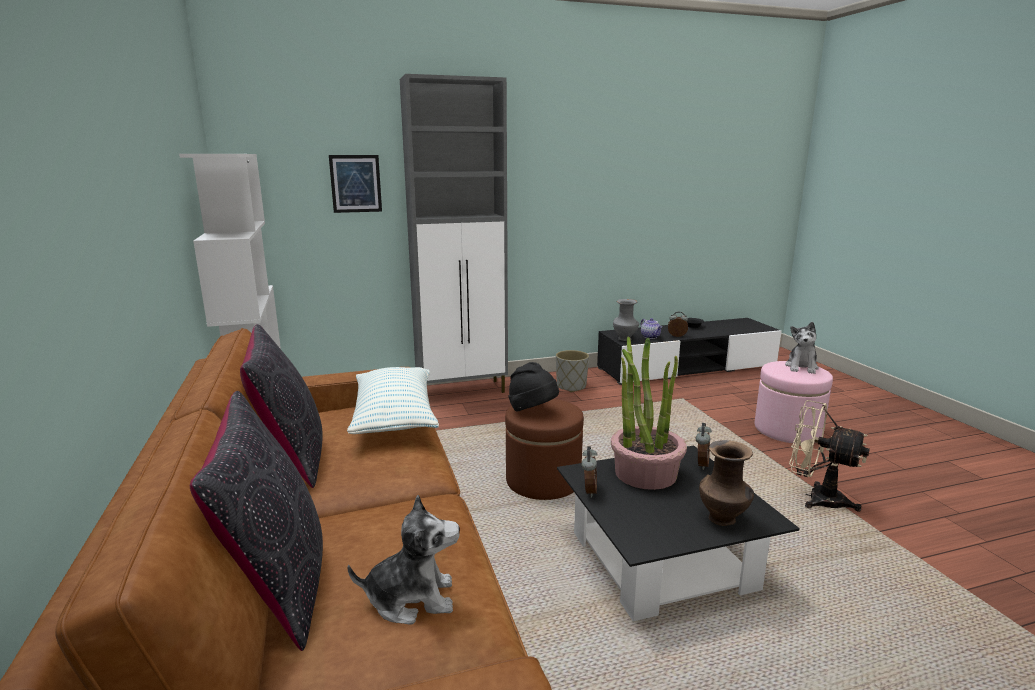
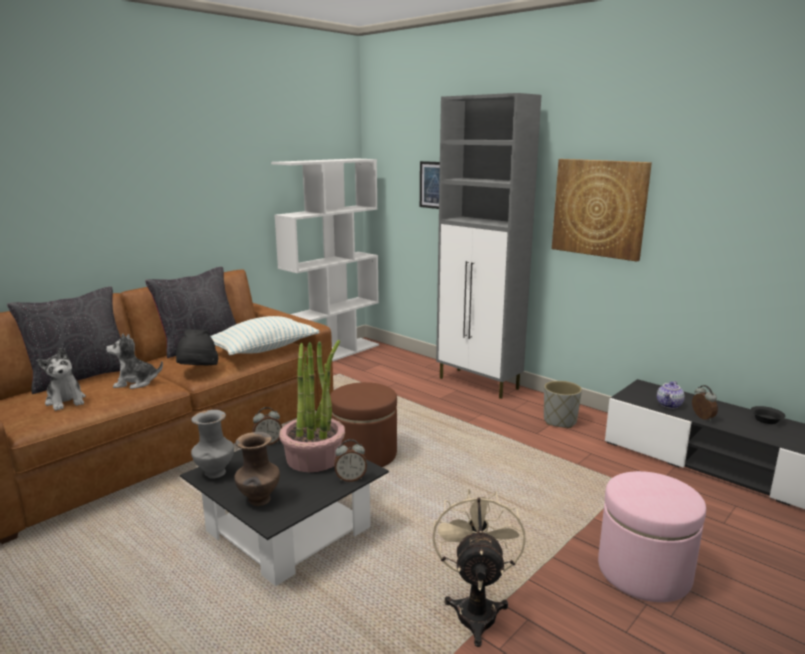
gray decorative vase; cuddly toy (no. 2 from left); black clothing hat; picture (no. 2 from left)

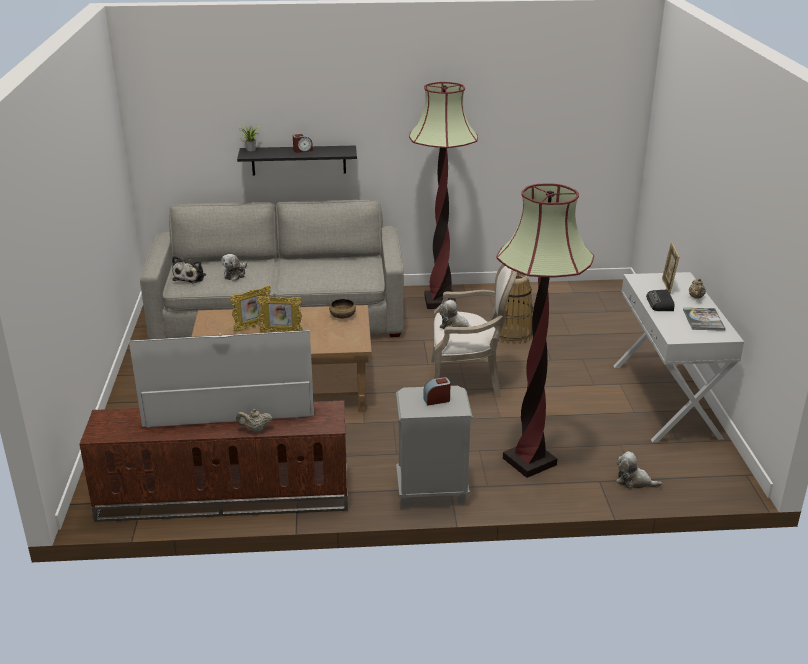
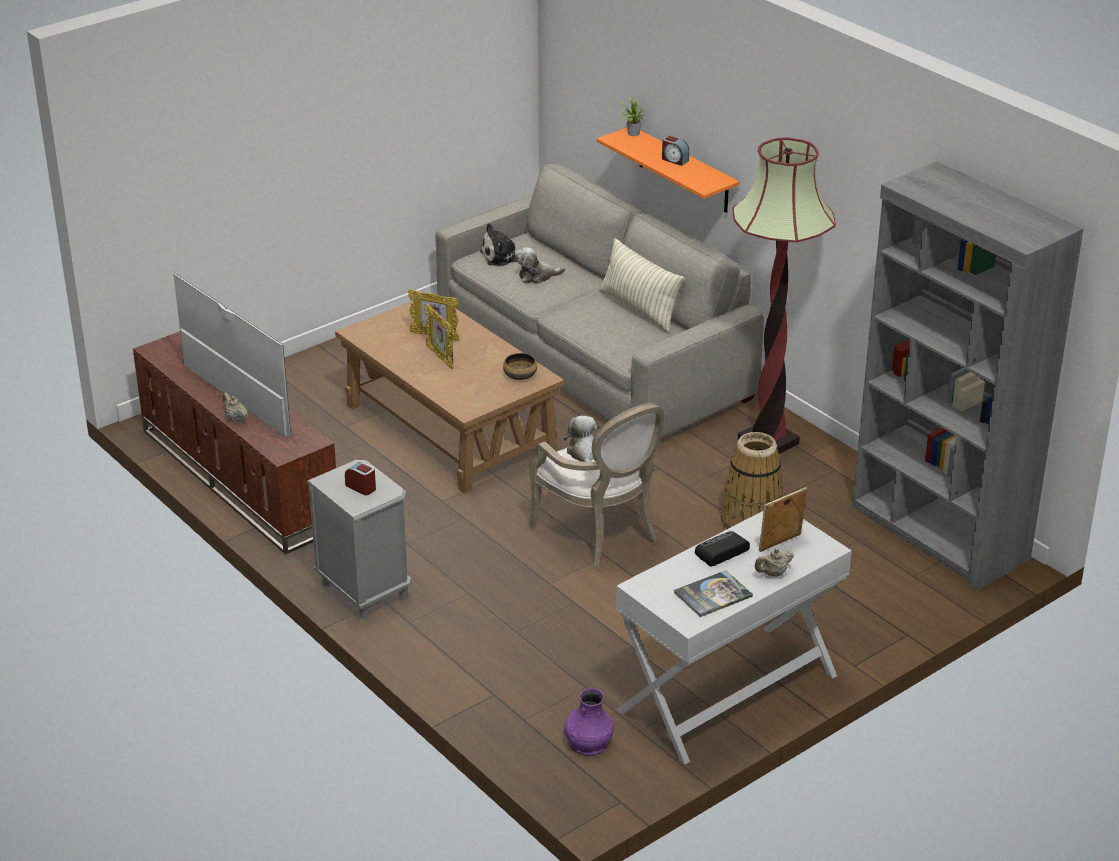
orange shelf; standard lamp (no. 2 from left in the first image); cuddly toy (no. 4 from left in the first image); gray bookshelf; pillow; purple-coloured decorative vase

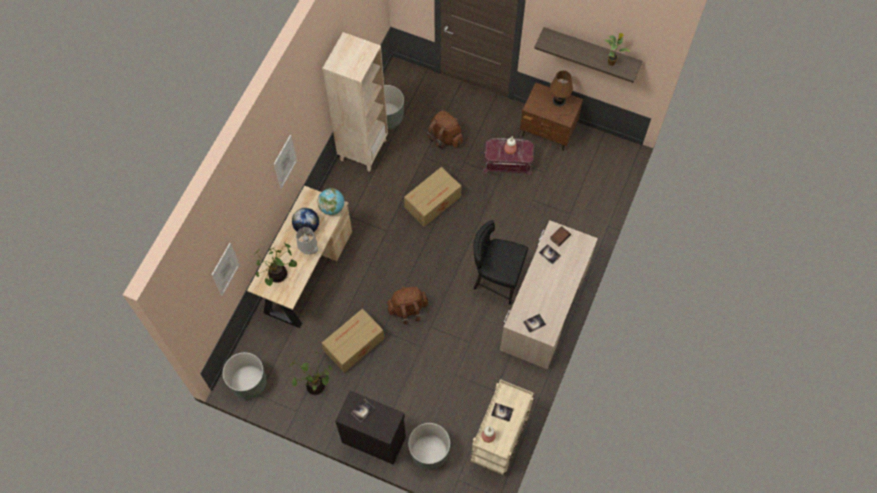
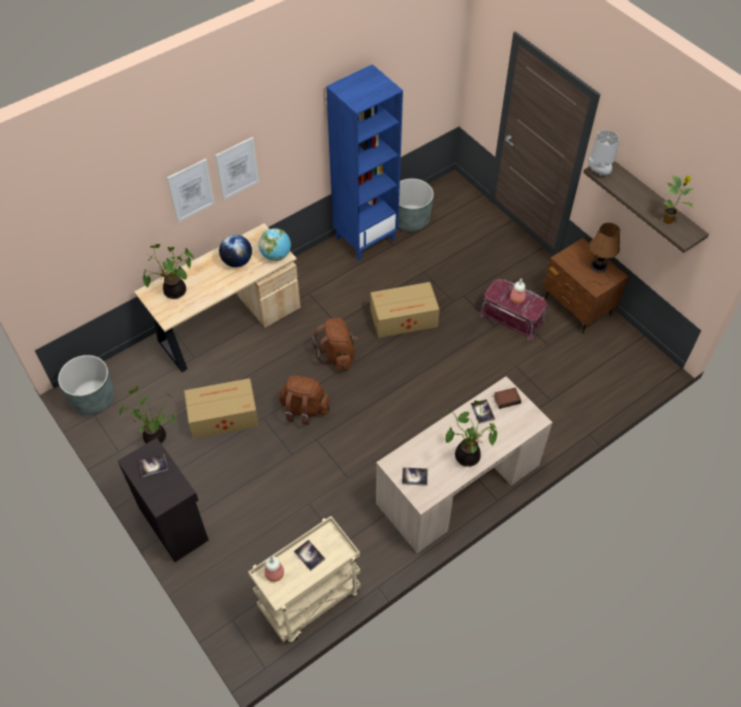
bluish bookshelf; brown knapsack (no. 2 from left); black chair; gray table lamp; picture (no. 1 from left); gray planter (no. 3 from left in the first image); houseplant (no. 3 from left)

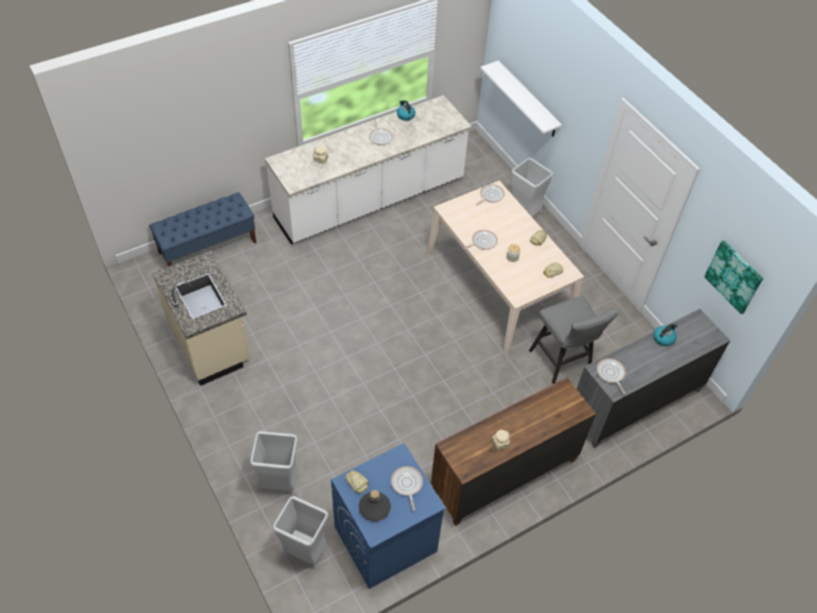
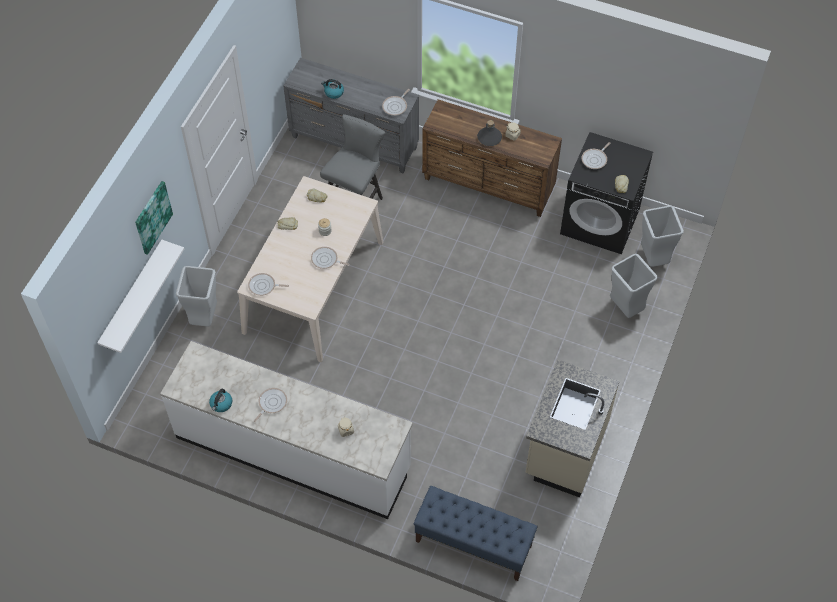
picture; black laundry appliance; gray drink bottle

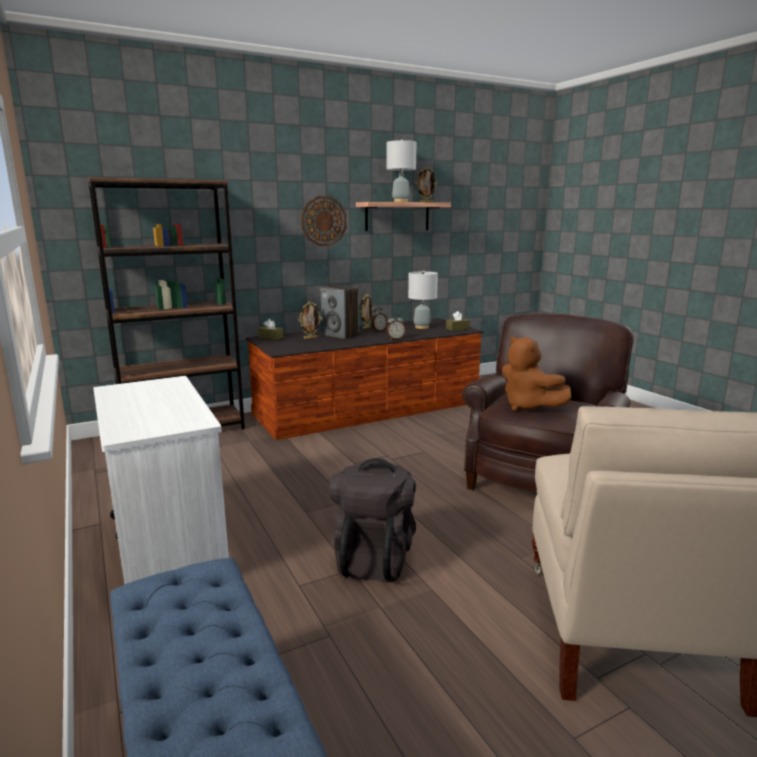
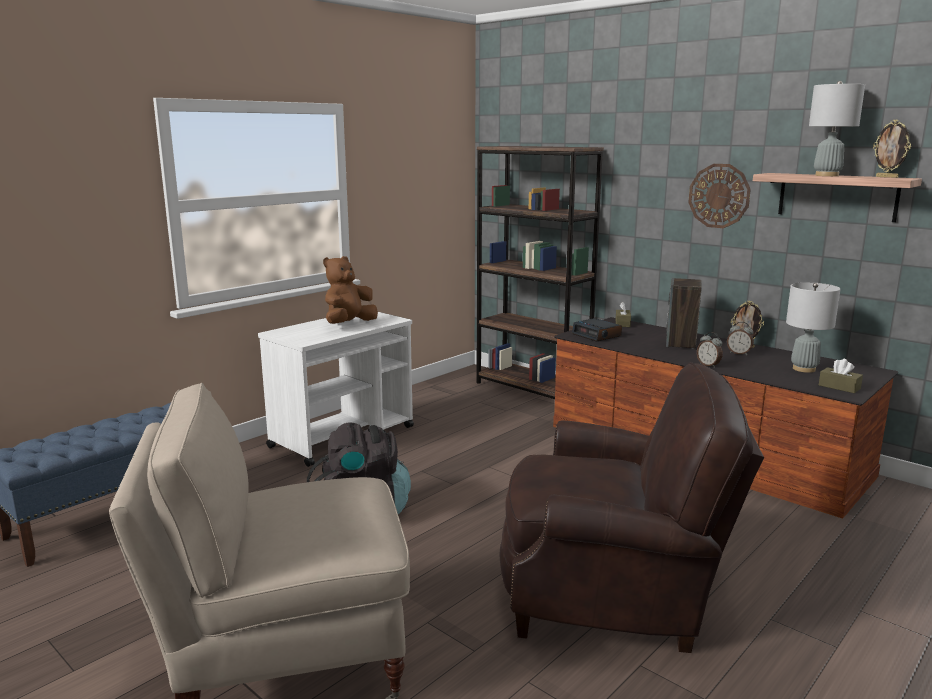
picture frame (no. 1 from left in the first image); brown cuddly toy; table clock (no. 1 from left)

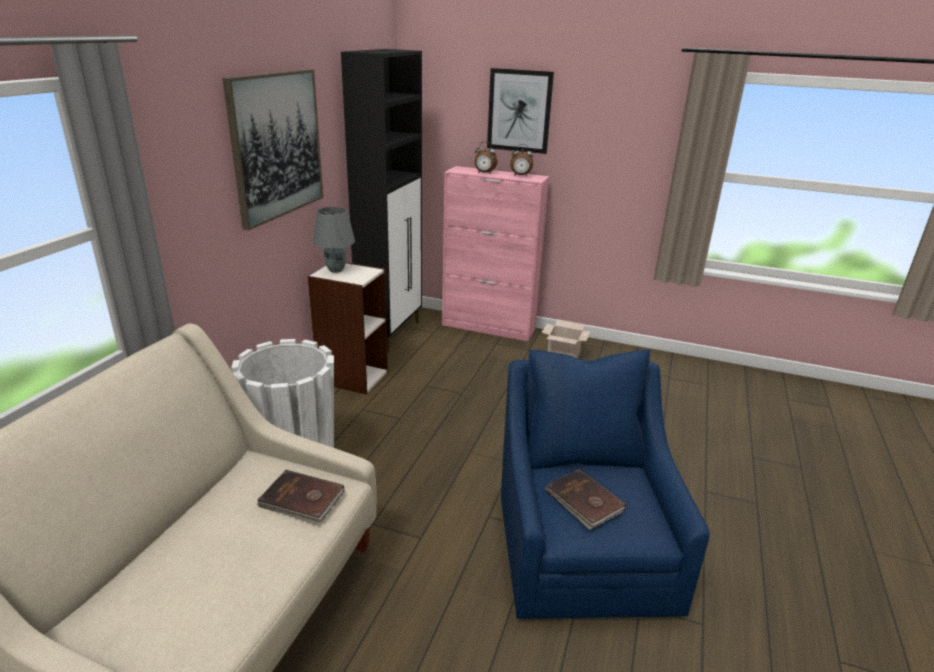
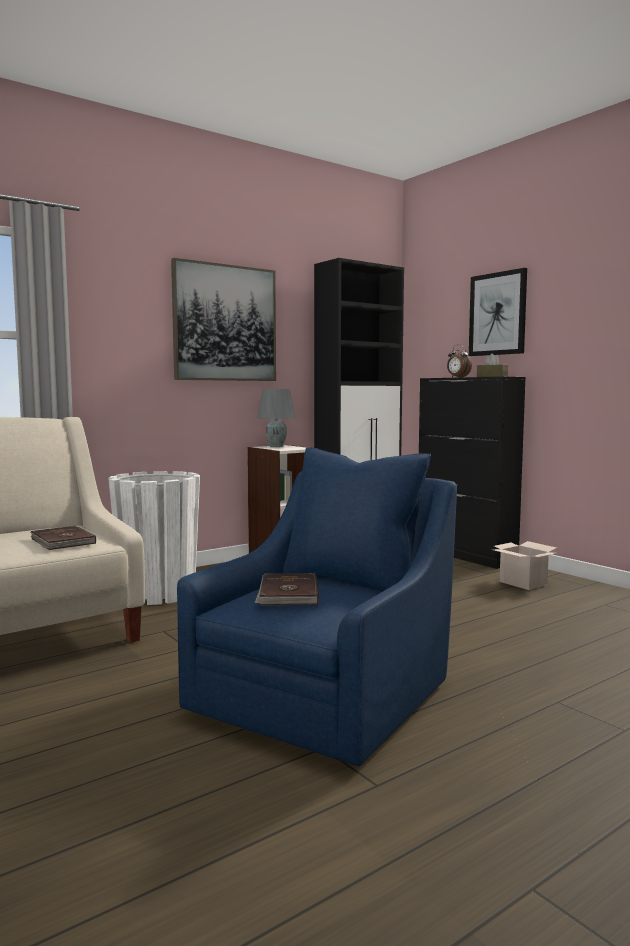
brown box of tissues; black cabinet (no. 2 from left)

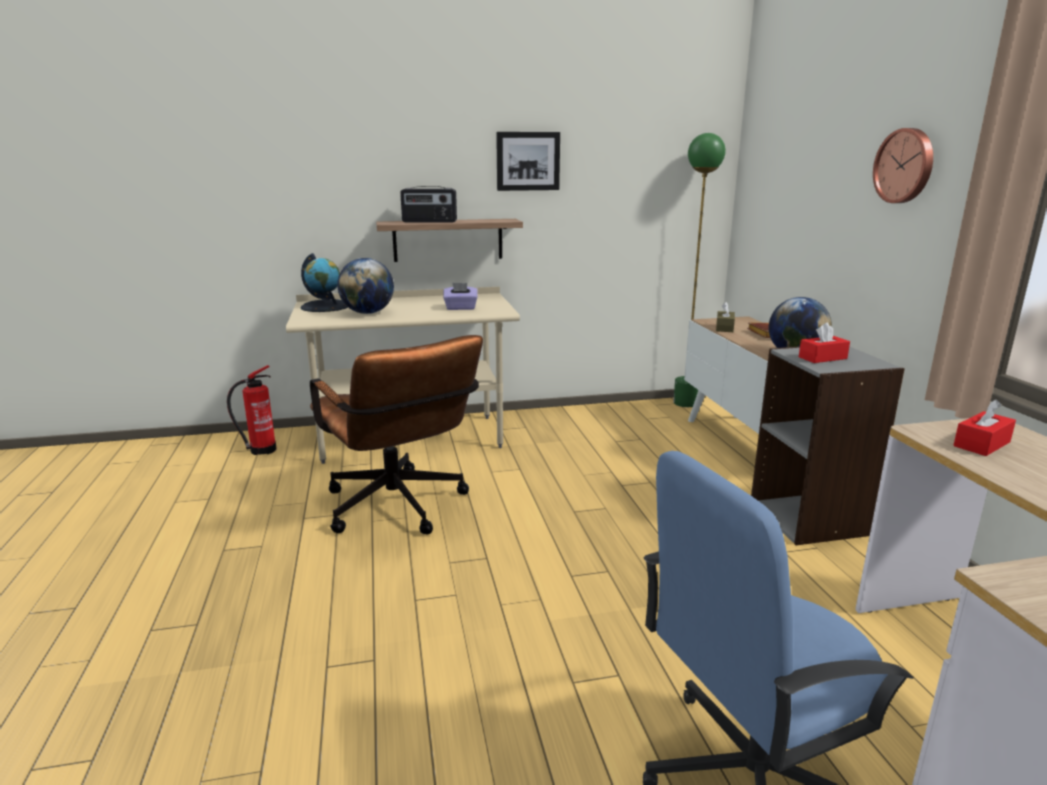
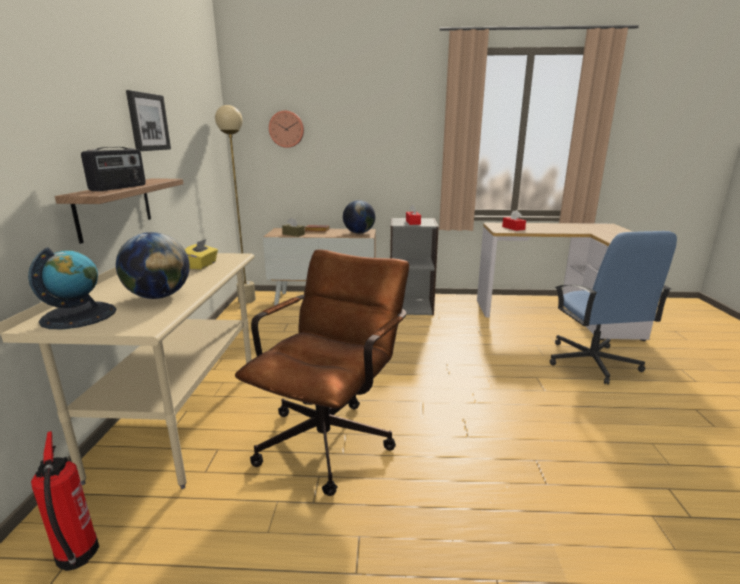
hanging clock; sand-coloured standard lamp; yellowish box of tissues; brown computer chair

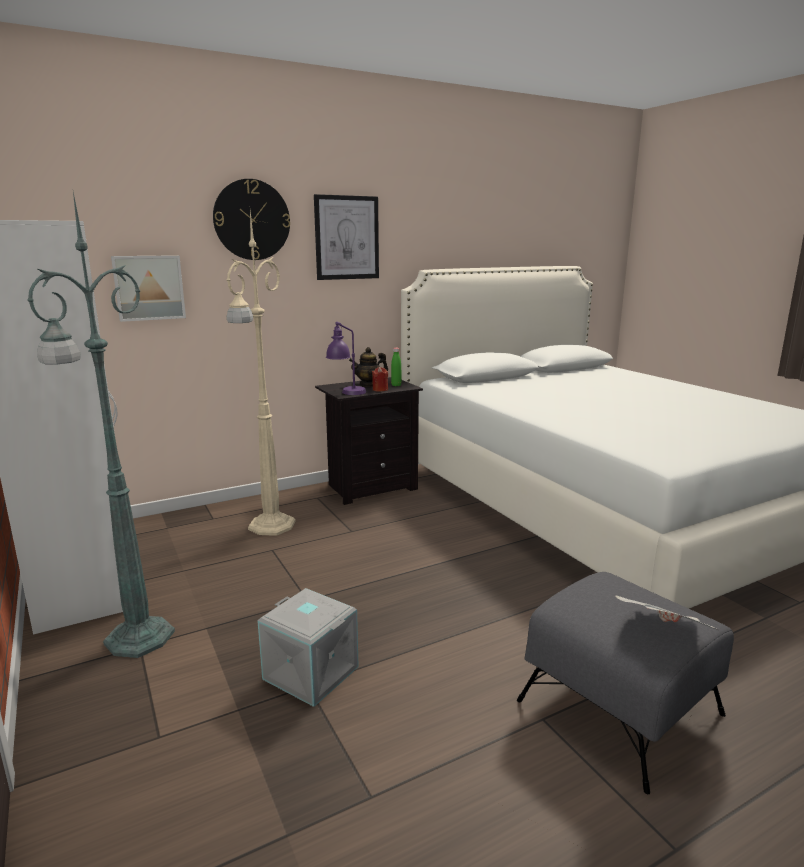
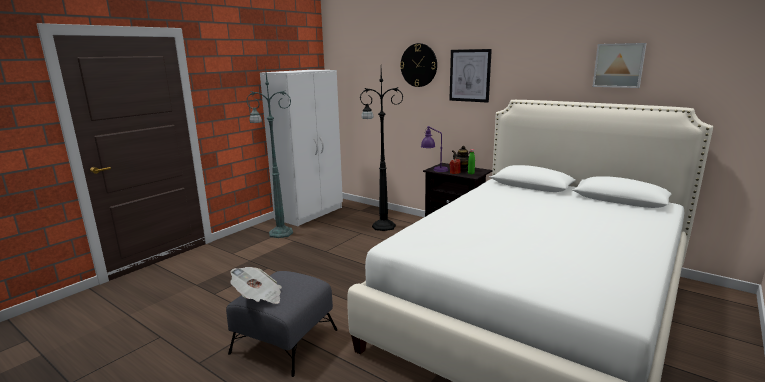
black standard lamp; picture (no. 2 from left); gray storage box

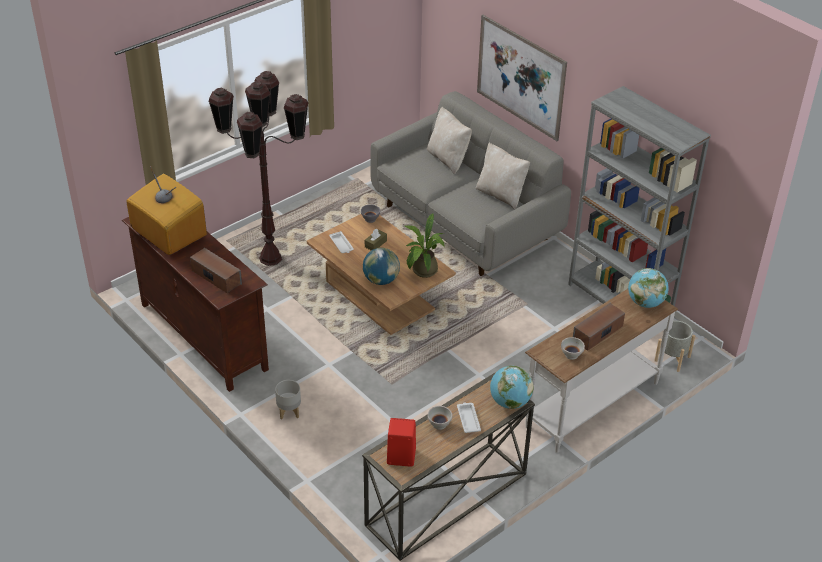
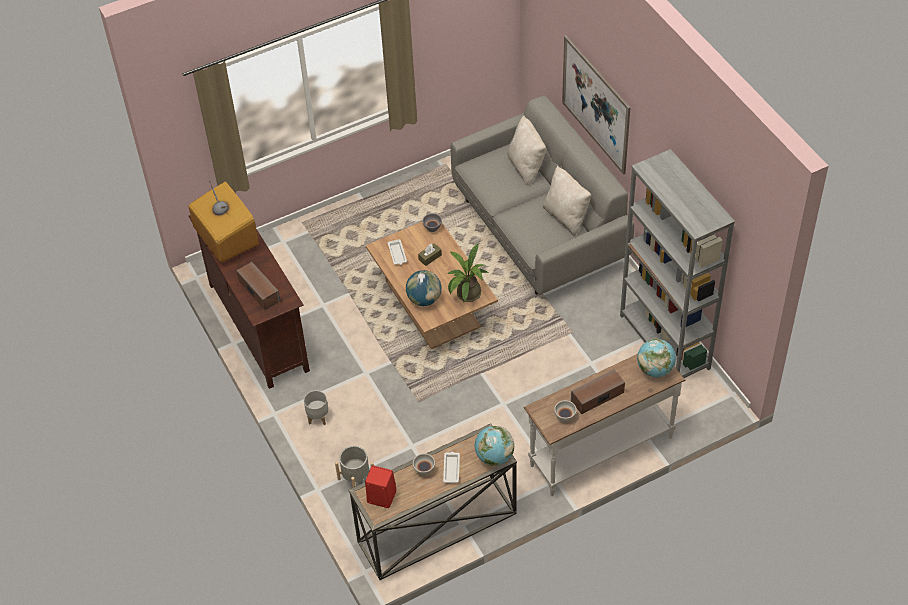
brown standard lamp; gray planter (no. 2 from left)

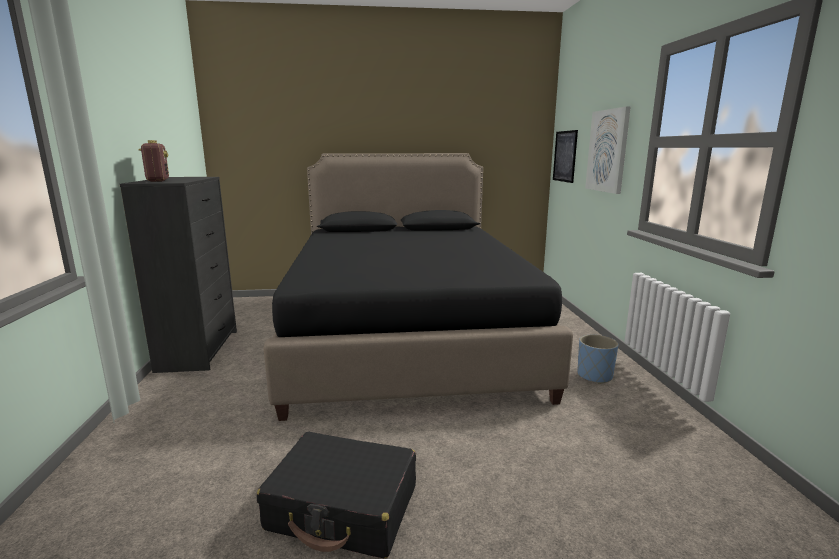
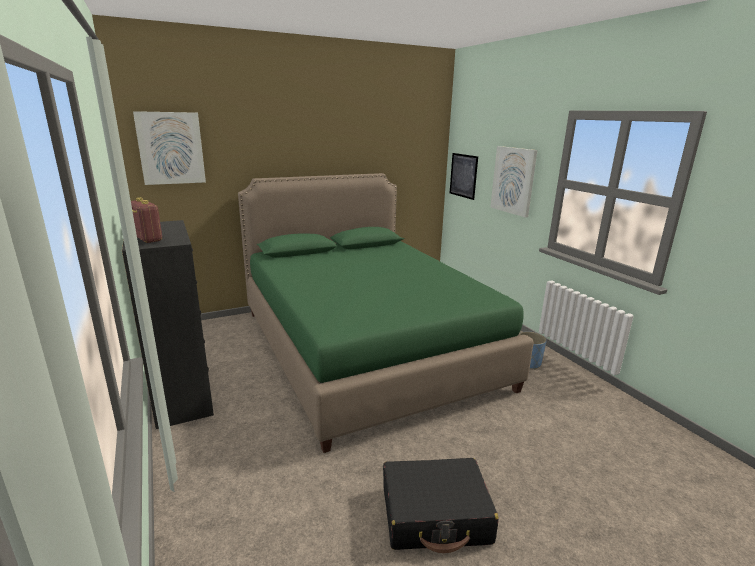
greenish sleeping bed; picture (no. 1 from left)

